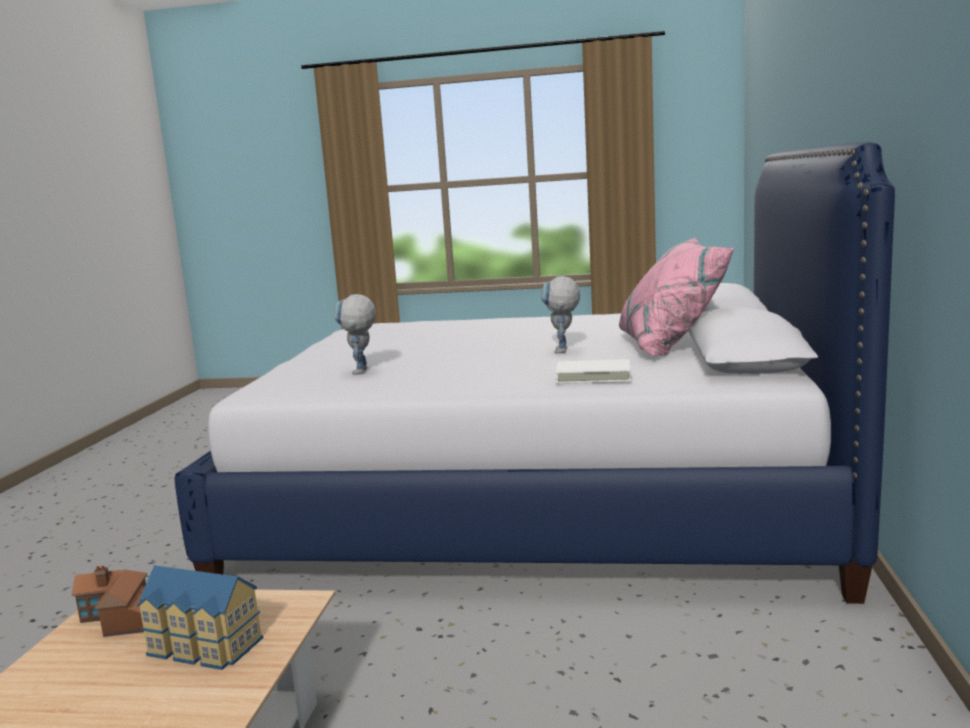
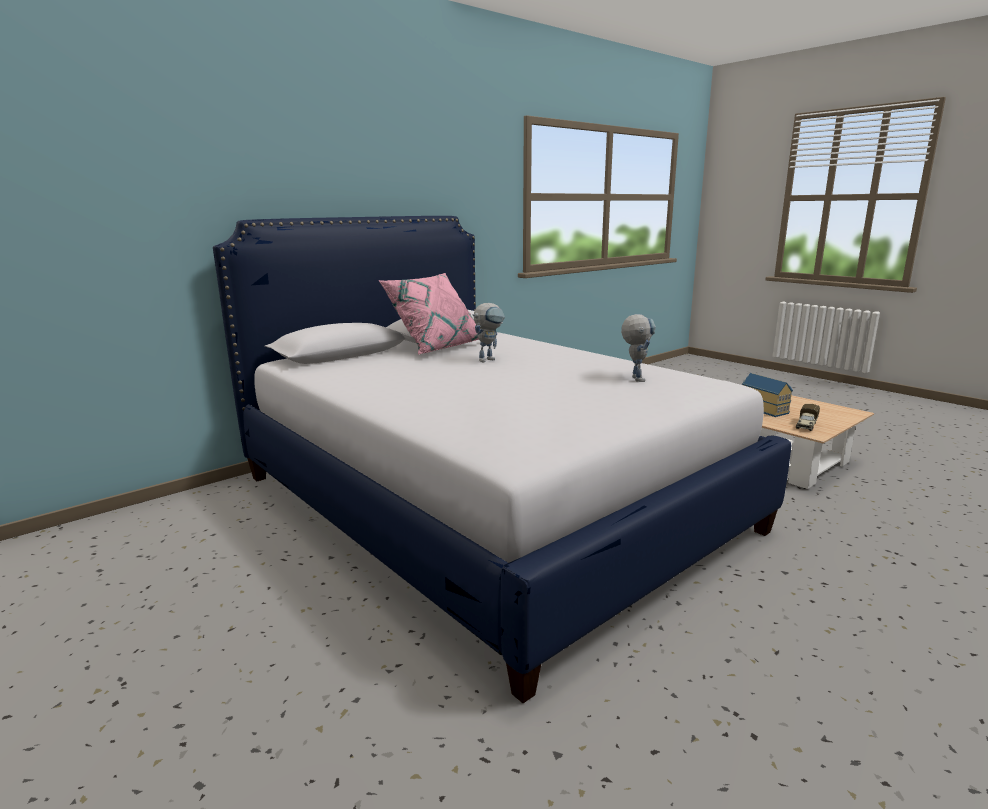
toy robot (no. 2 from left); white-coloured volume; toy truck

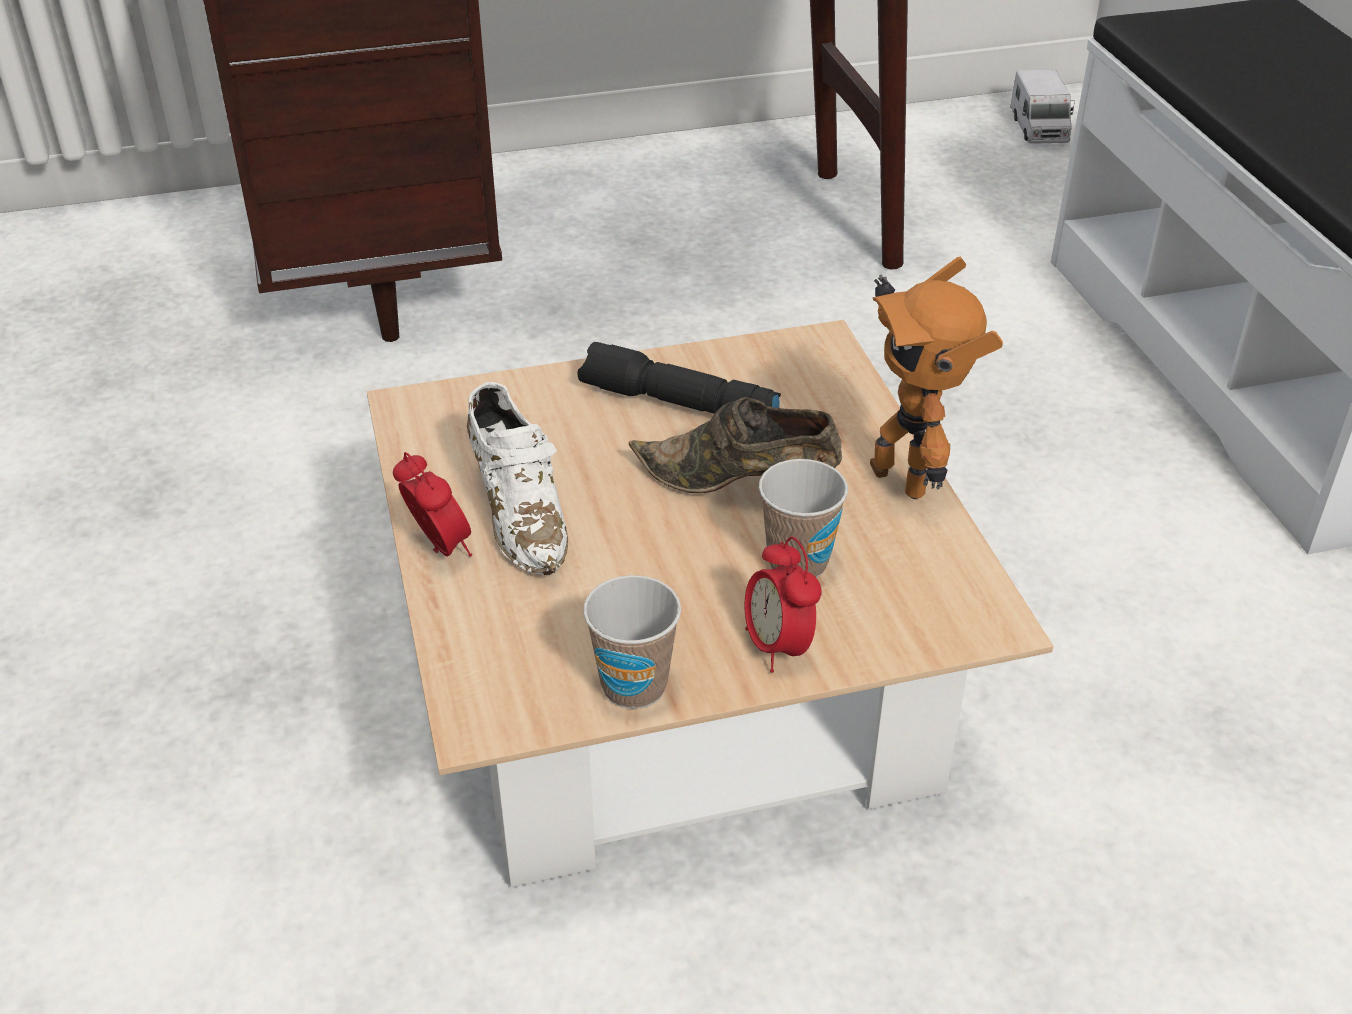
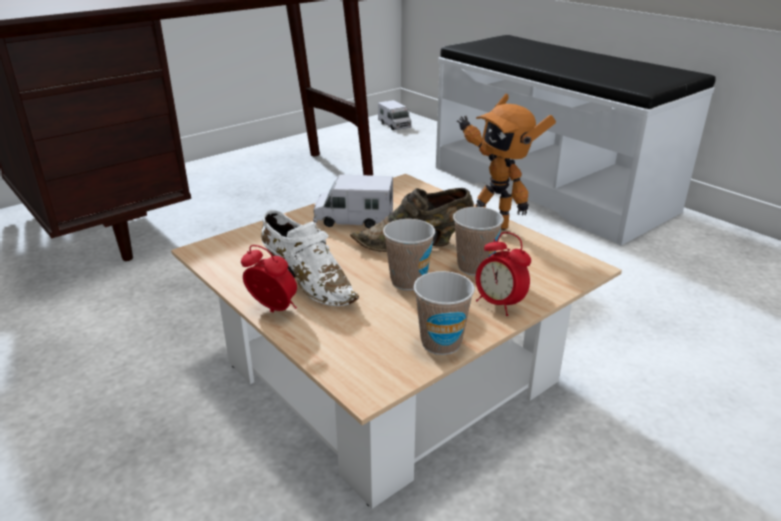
toy truck (no. 1 from left); small cup (no. 1 from left)

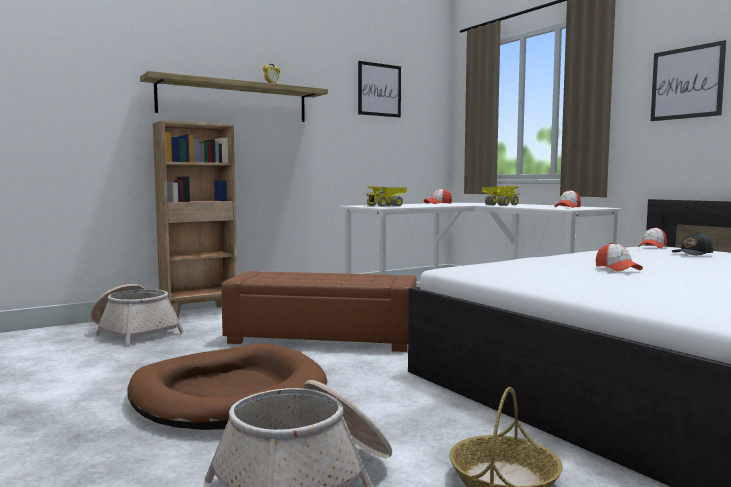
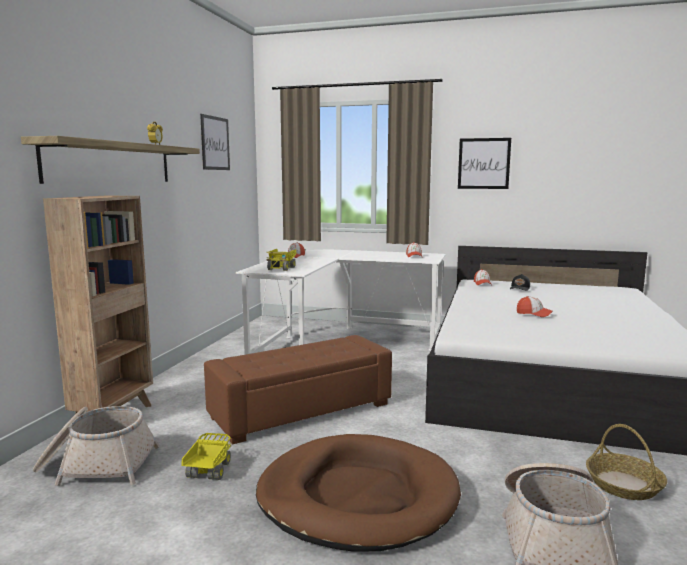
toy truck (no. 1 from left)

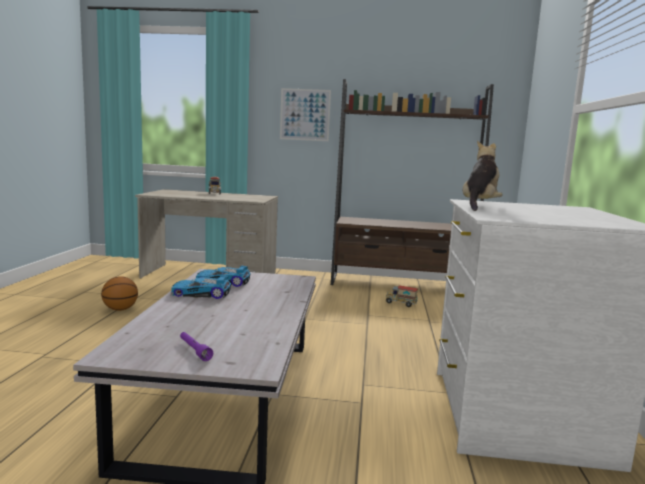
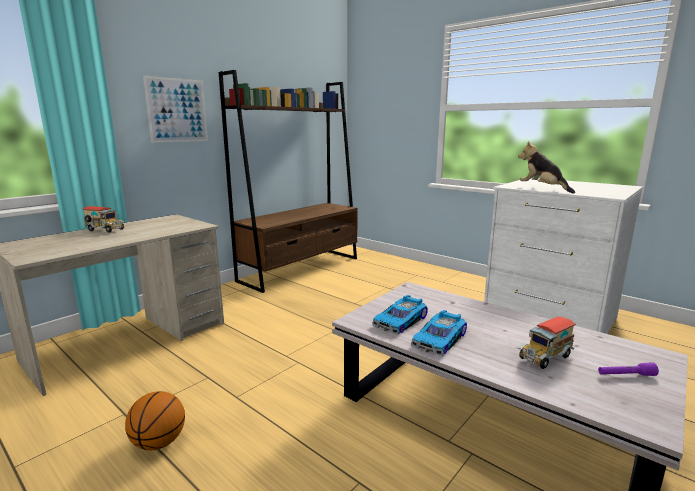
toy truck (no. 2 from left)

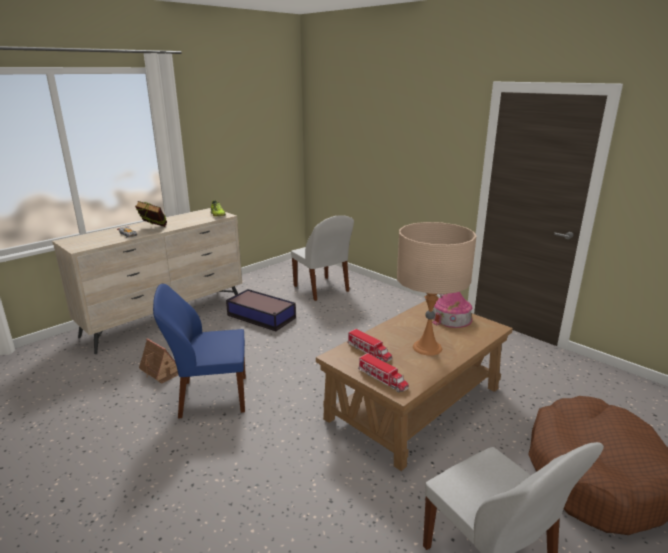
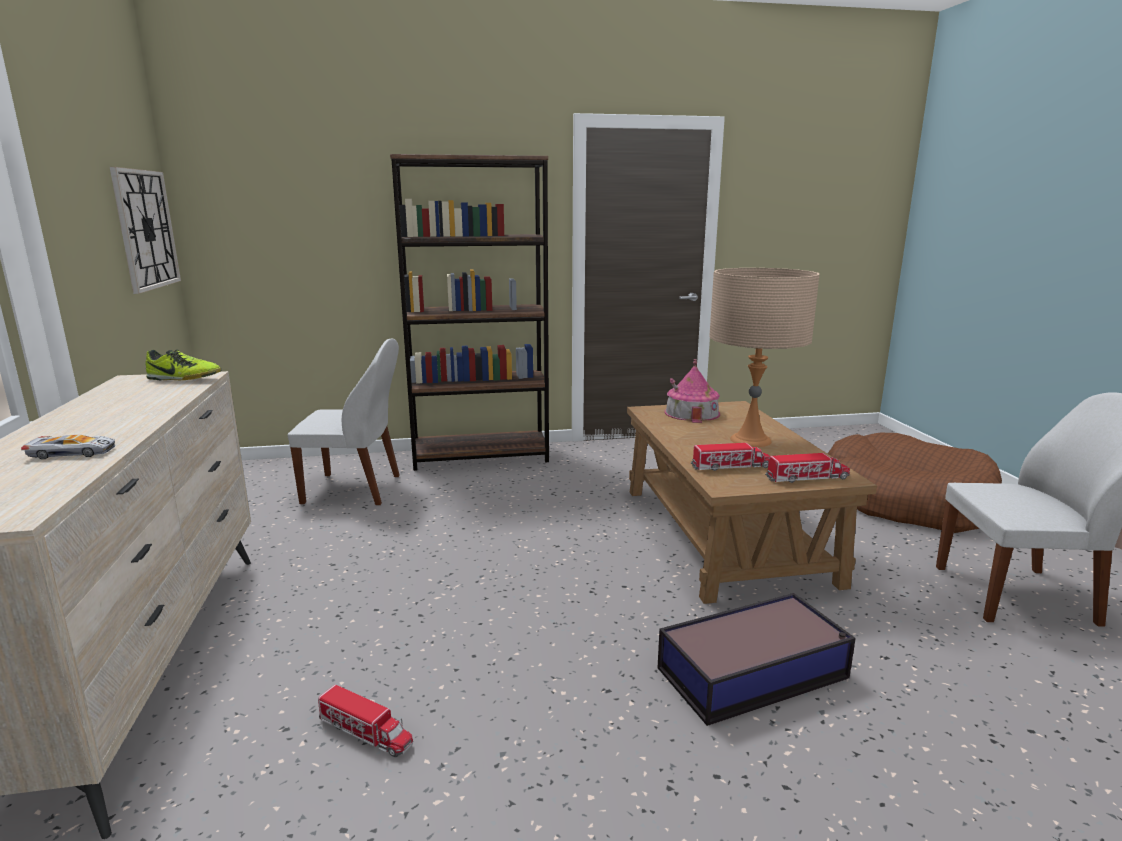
volume; bluish chair; storage box; toy truck (no. 1 from left); brown bookshelf; hanging clock

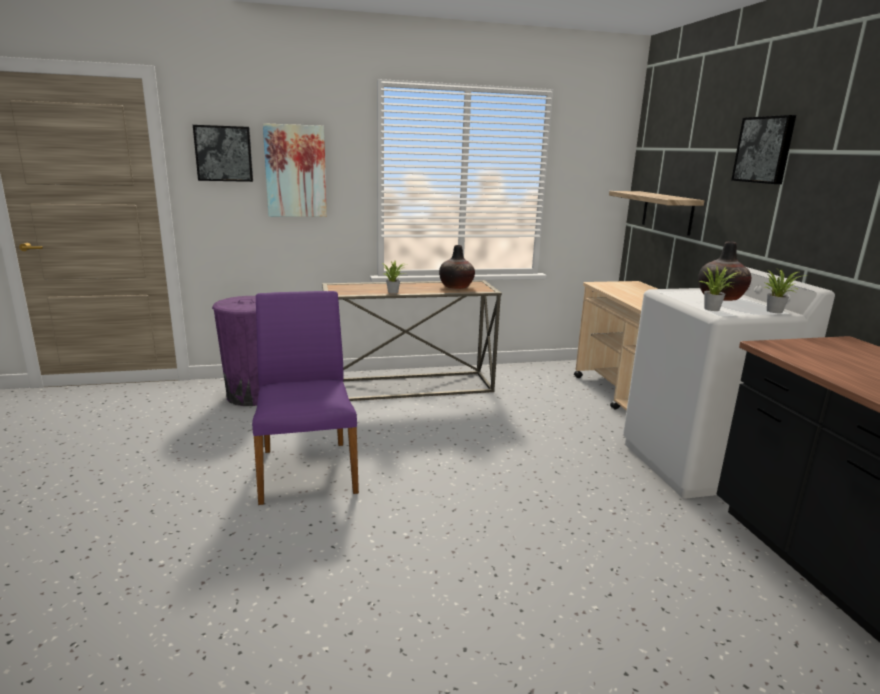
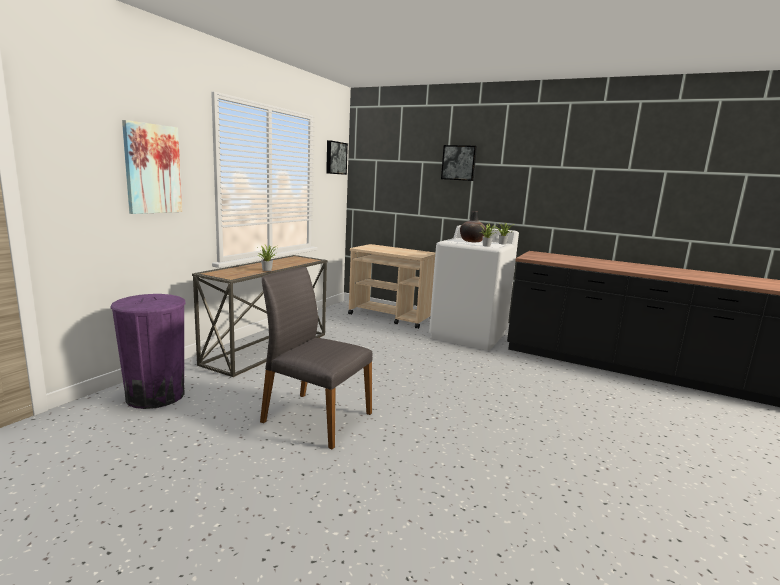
picture (no. 2 from left); shelf; decorative vase (no. 1 from left in the first image); gray chair

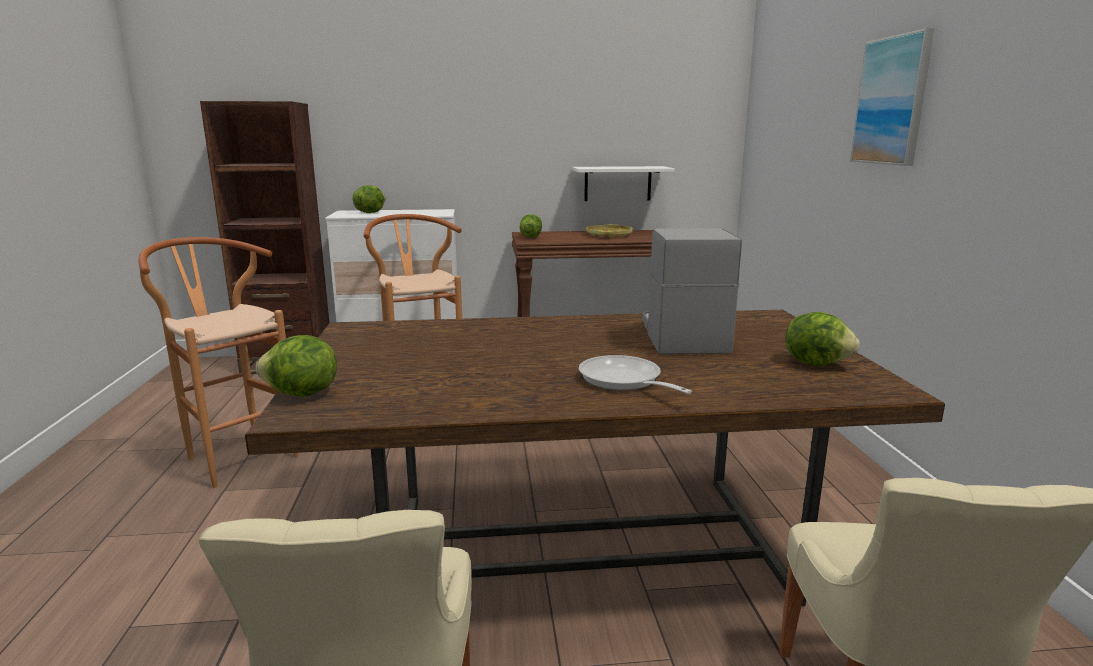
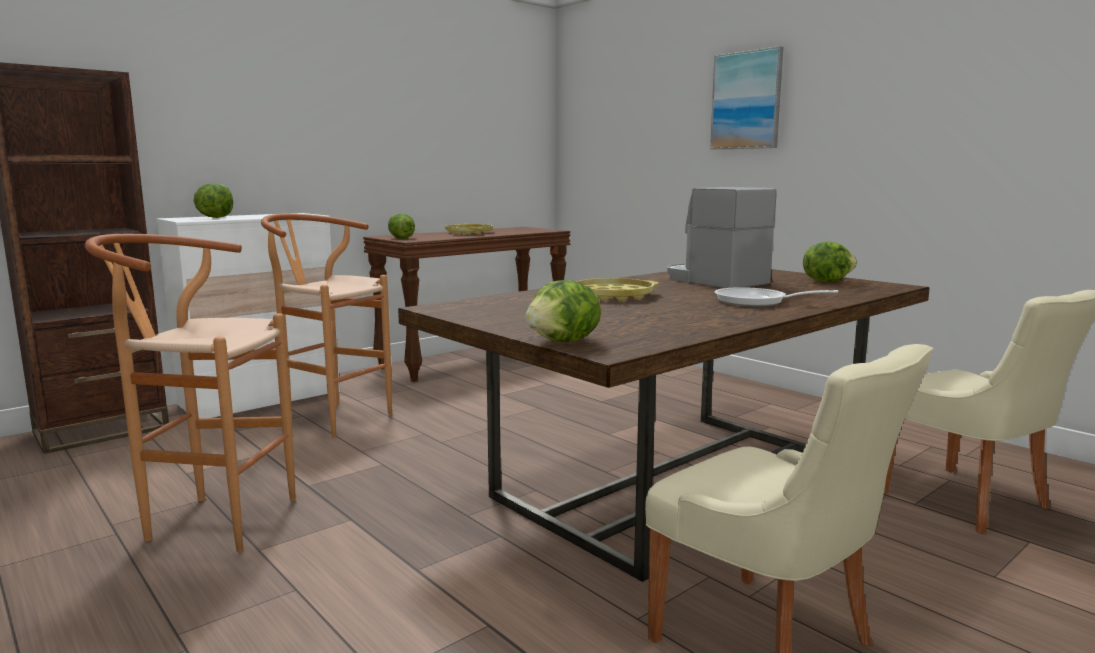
white-coloured shelf; yellowish tray (no. 2 from left)

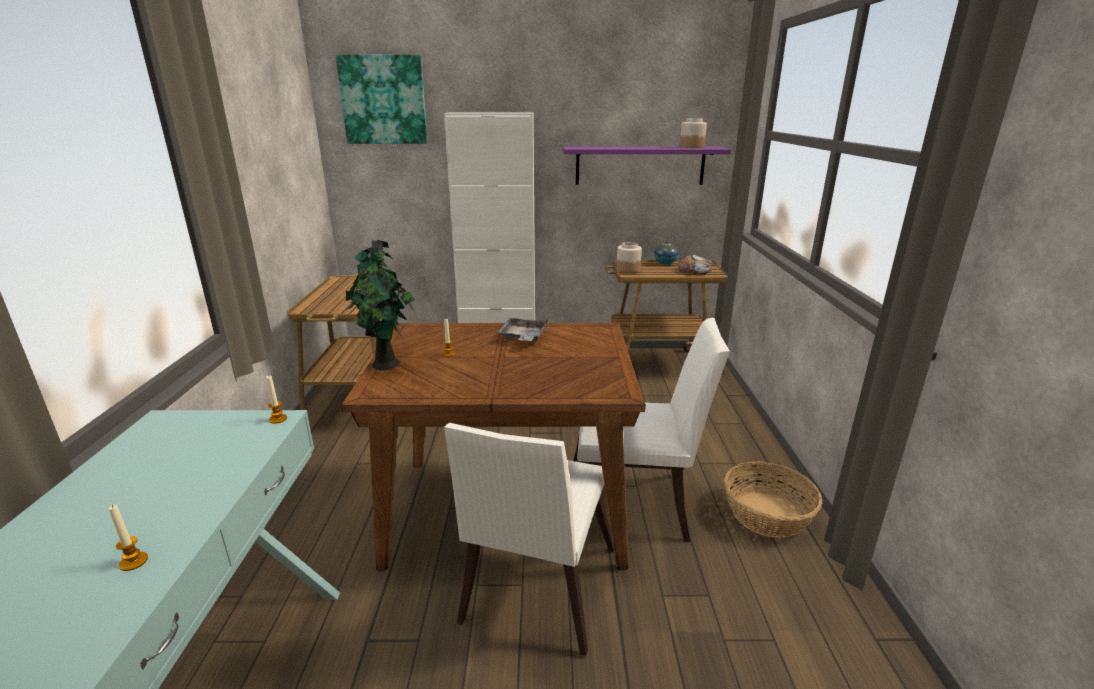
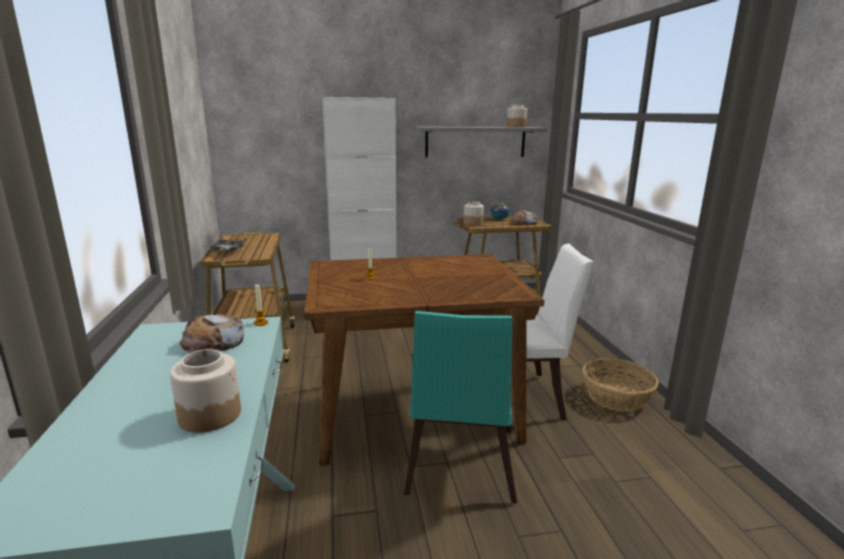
picture; gray shelf; houseplant; gray tray; turquoise-coloured chair; storage jar (no. 1 from left); bread (no. 1 from left)

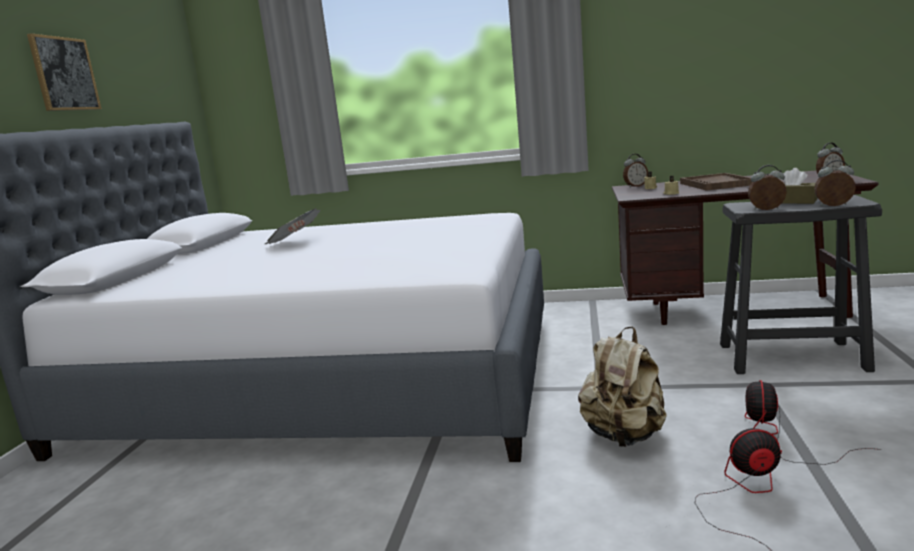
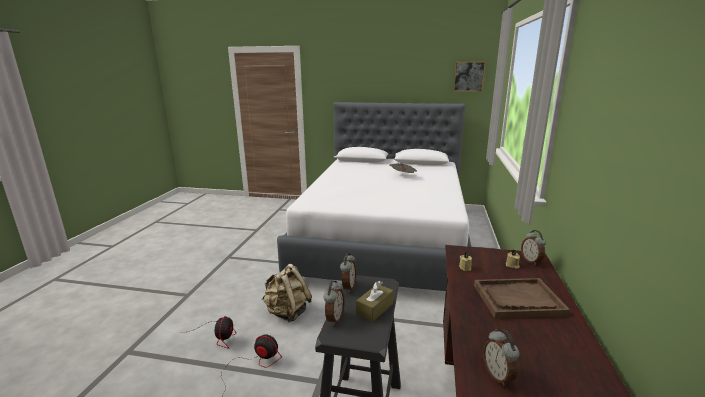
picture

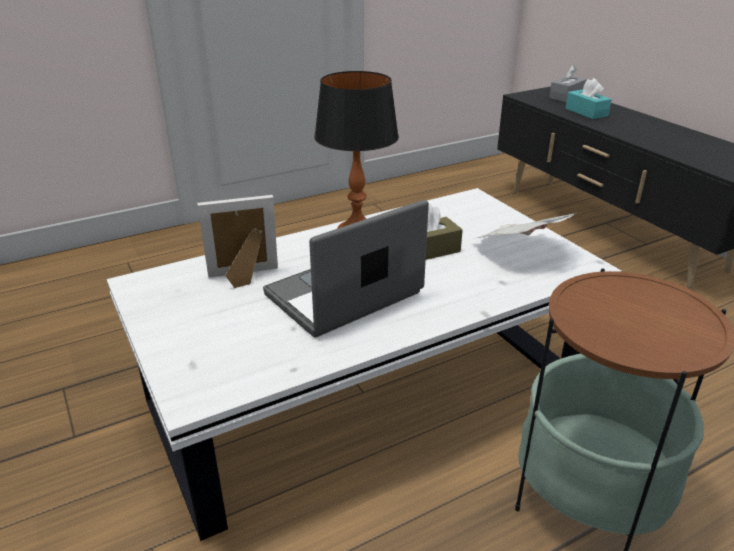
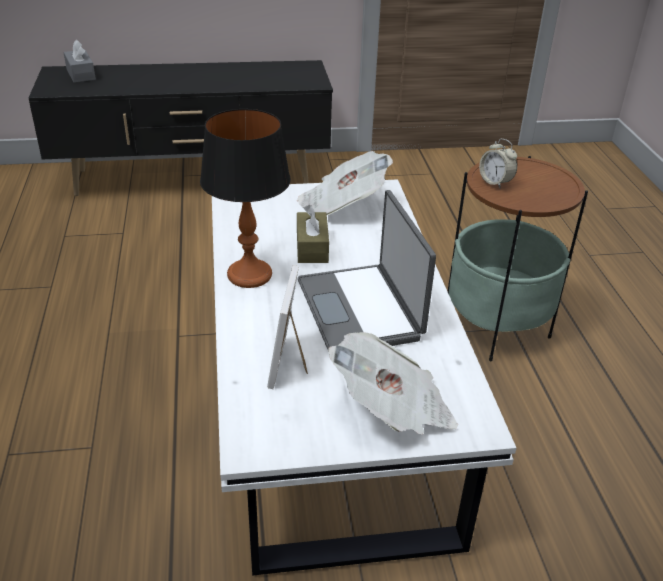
turquoise-coloured box of tissues; table clock; printed paper (no. 2 from left)

